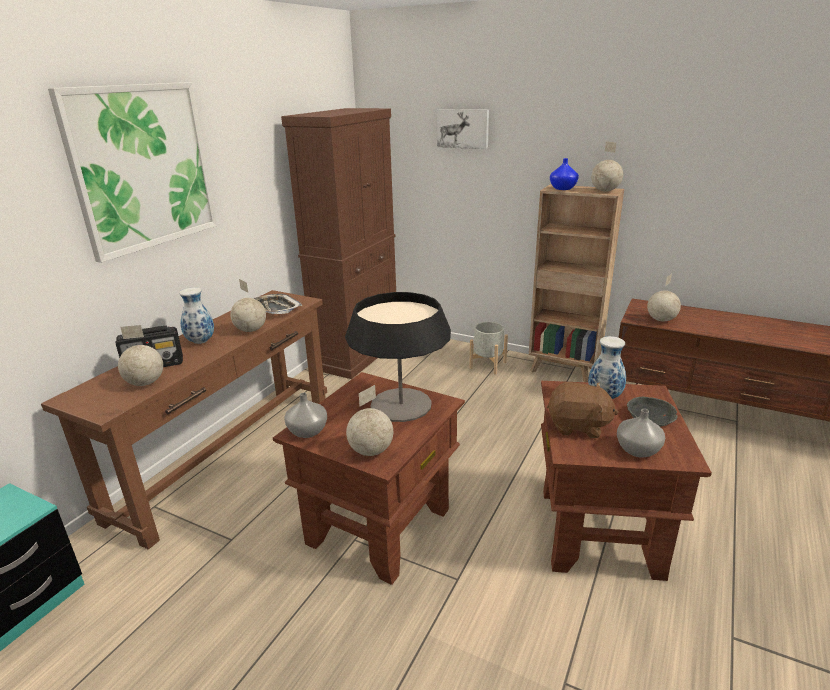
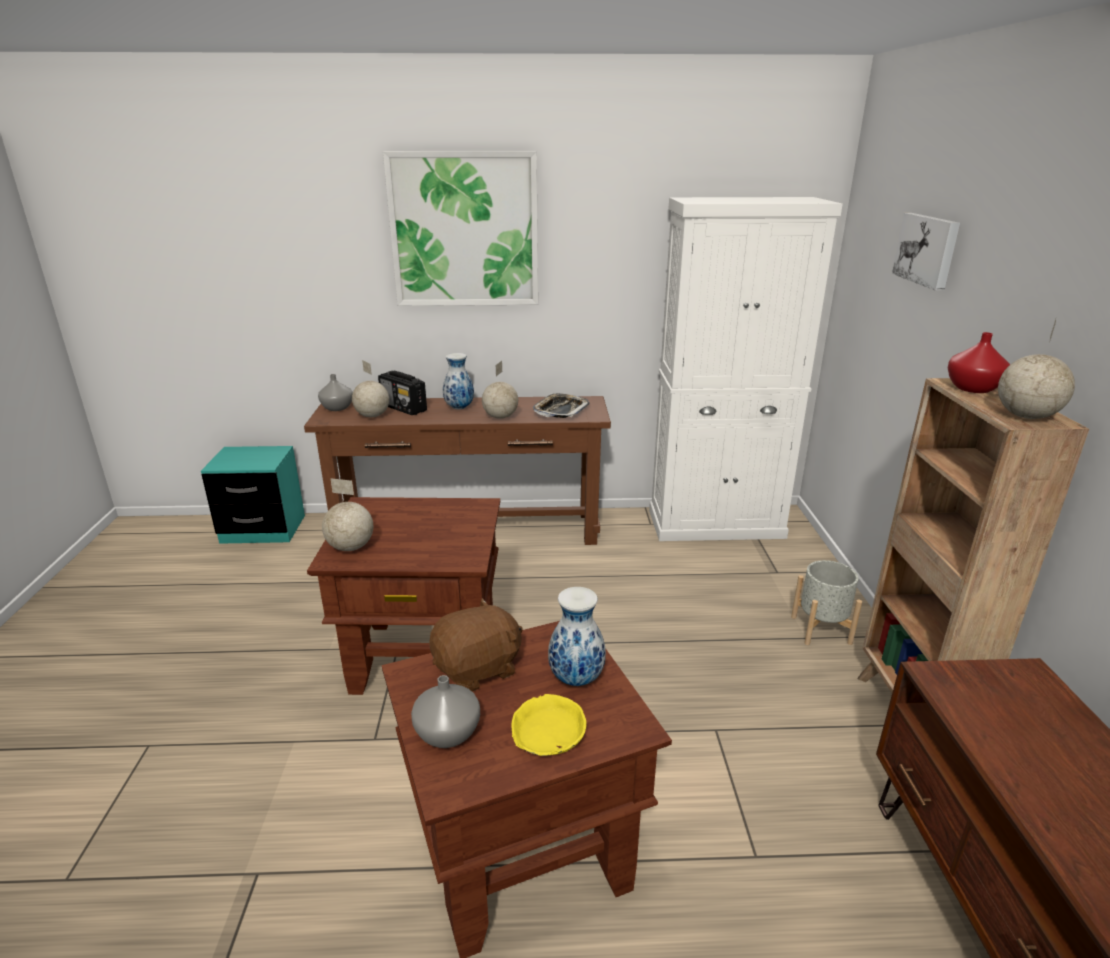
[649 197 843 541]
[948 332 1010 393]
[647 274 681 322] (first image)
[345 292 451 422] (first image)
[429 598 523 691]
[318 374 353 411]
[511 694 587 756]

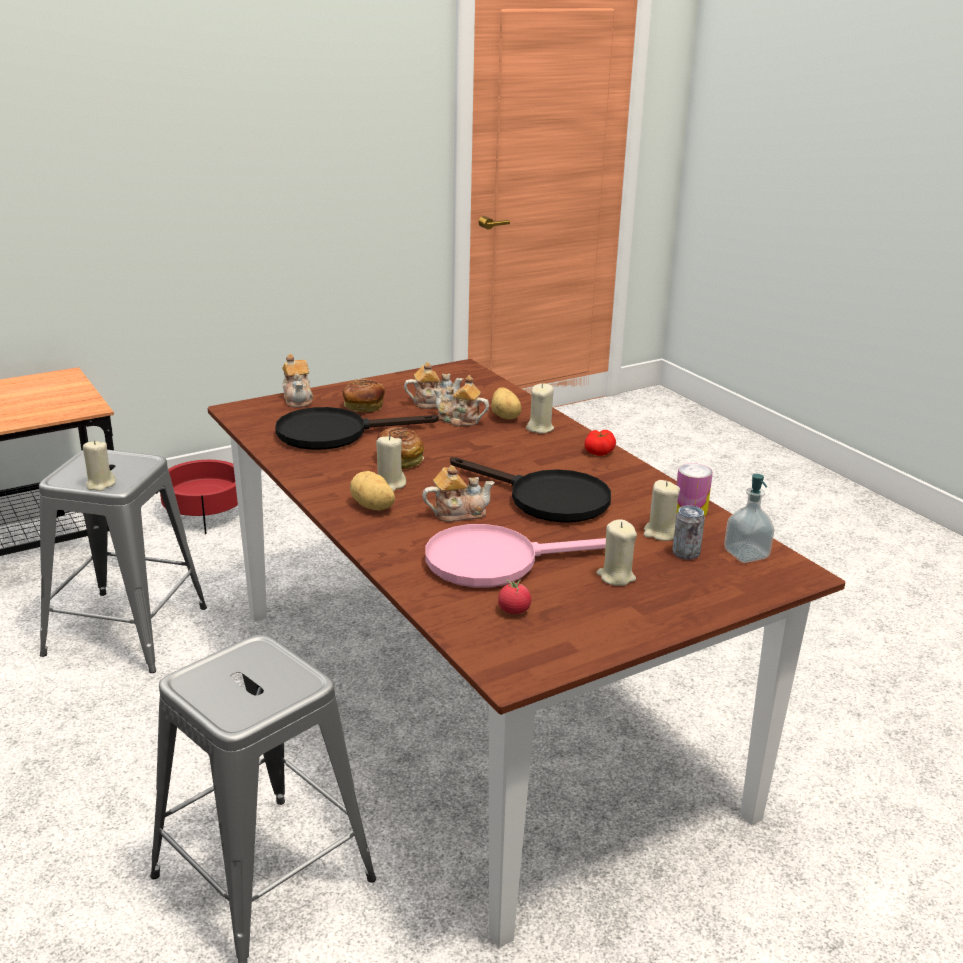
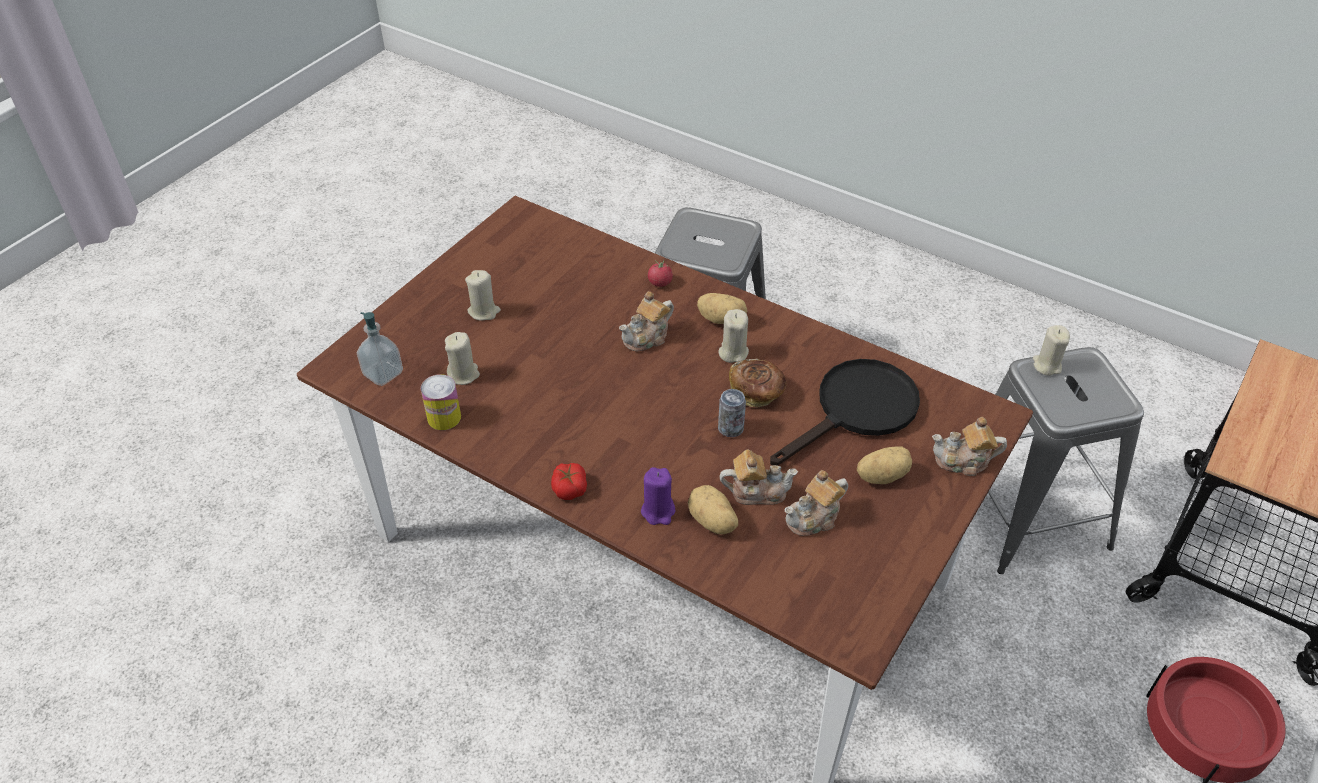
[932 417 1007 476]
[857 447 912 484]
[641 467 675 525]
[450 457 611 523] (first image)
[718 389 746 437]
[425 524 606 588] (first image)
[648 259 673 287]

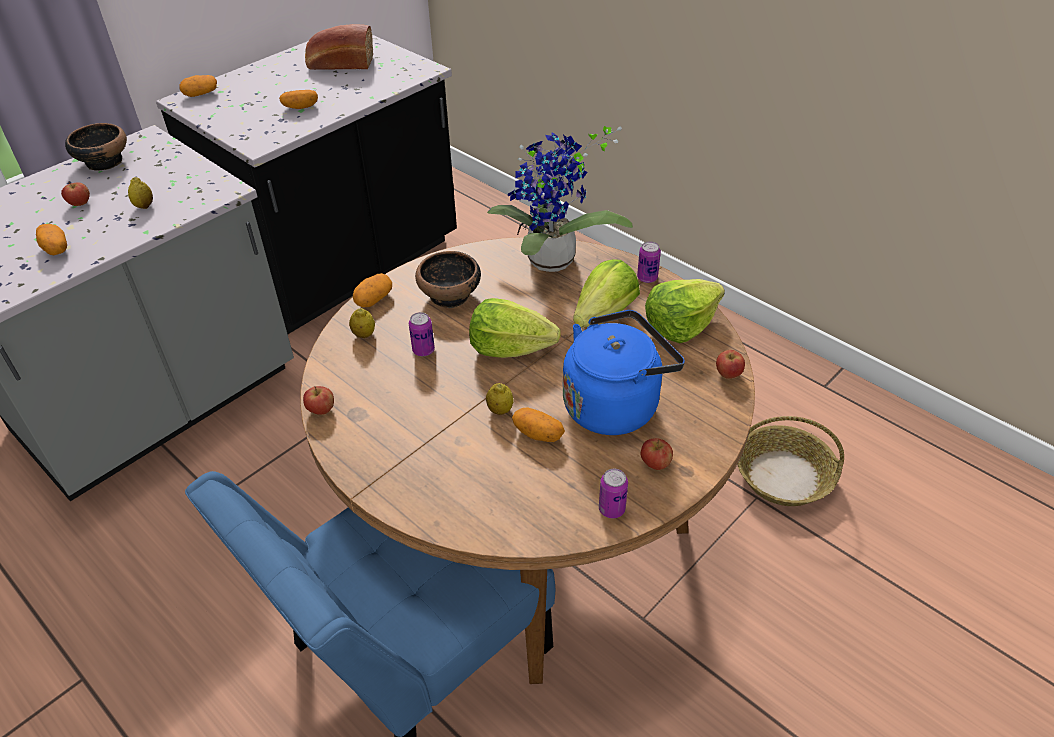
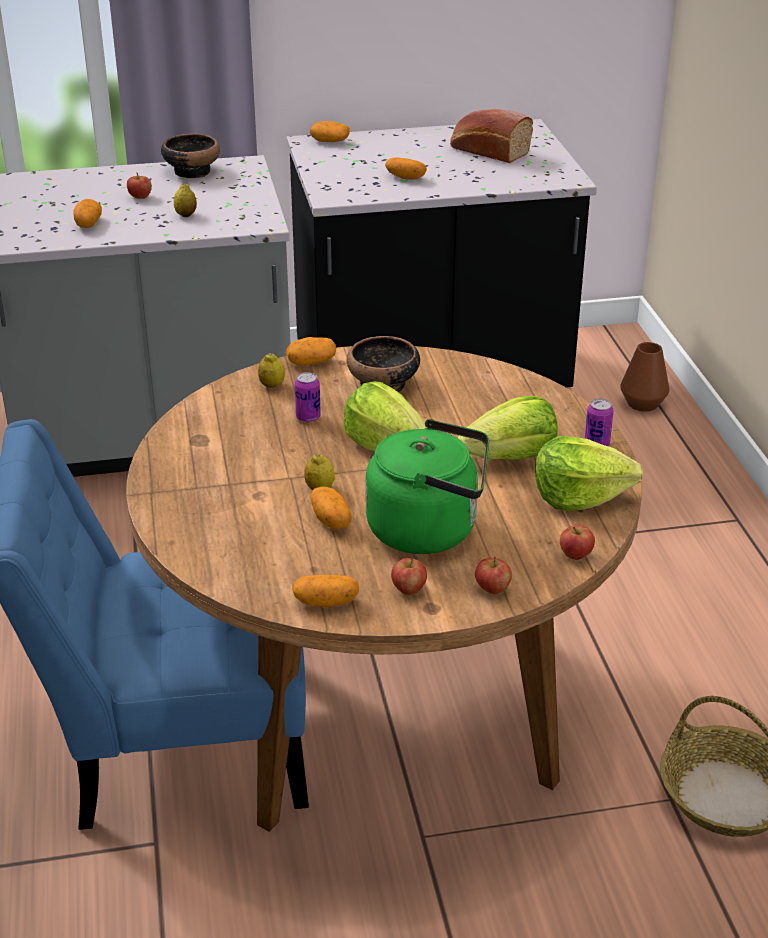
[487 126 633 272] (first image)
[365 419 489 554]
[475 556 512 594]
[292 575 359 607]
[620 342 670 411]

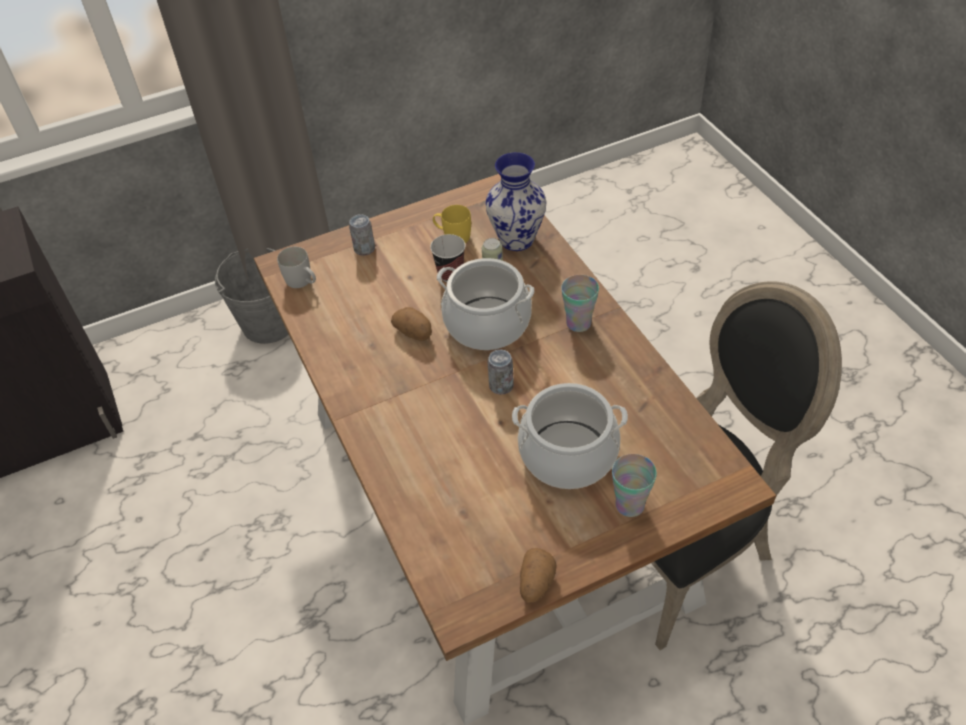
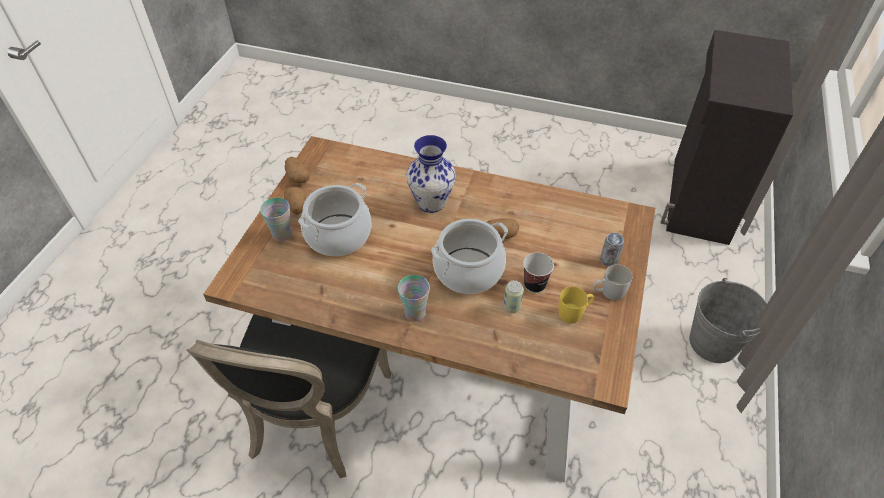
[406 135 456 213]
[593 264 633 300]
[487 349 514 395] (first image)
[284 187 306 215]

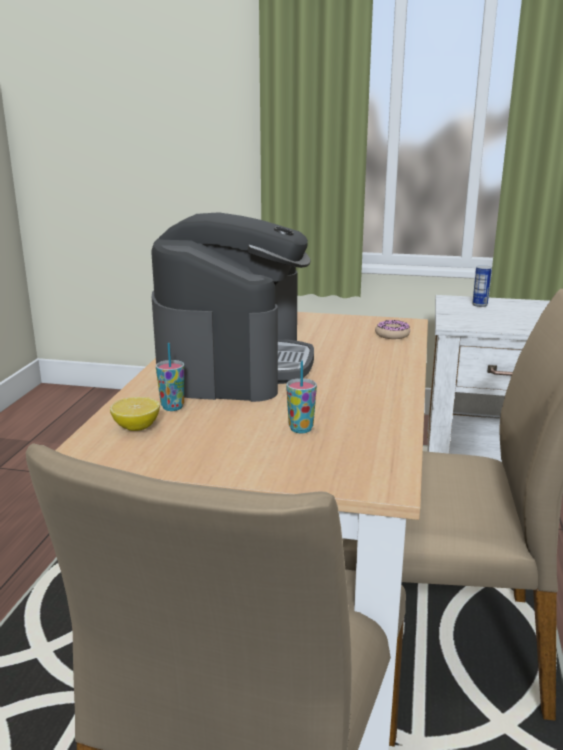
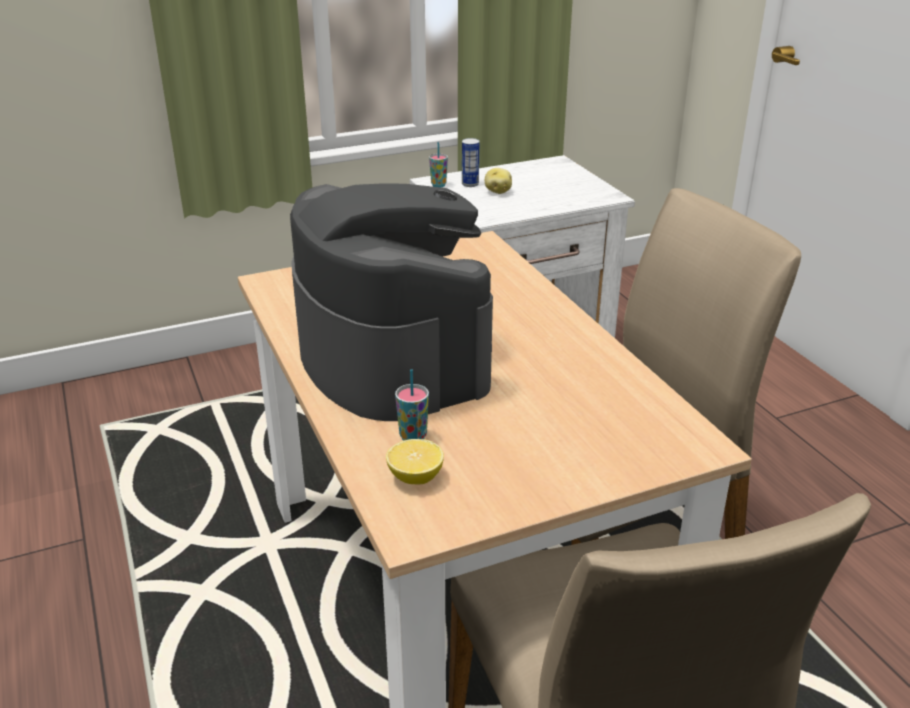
[375 320 410 339] (first image)
[429 142 448 187]
[485 168 512 194]

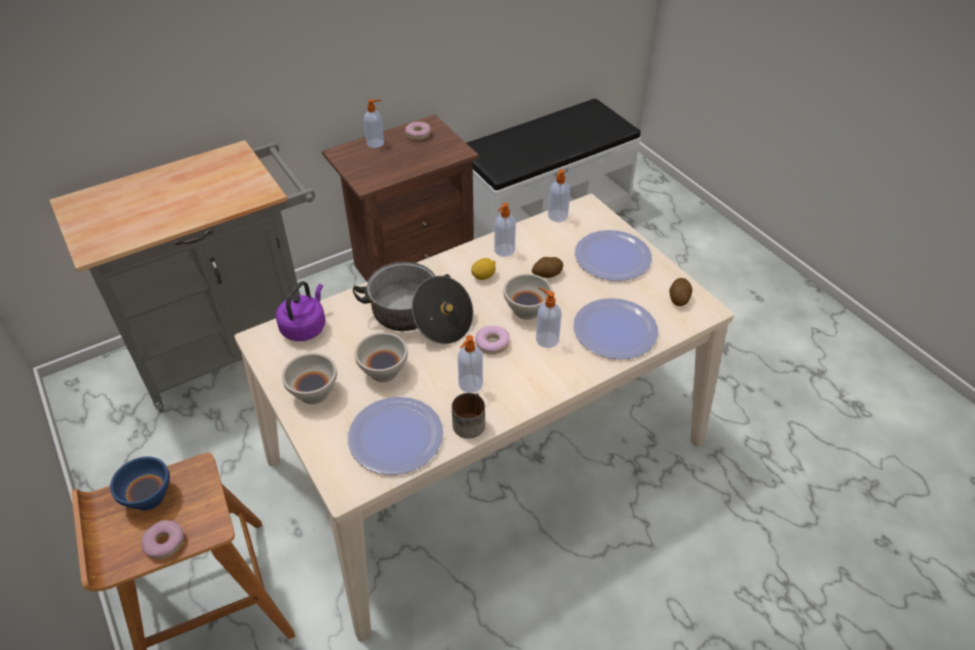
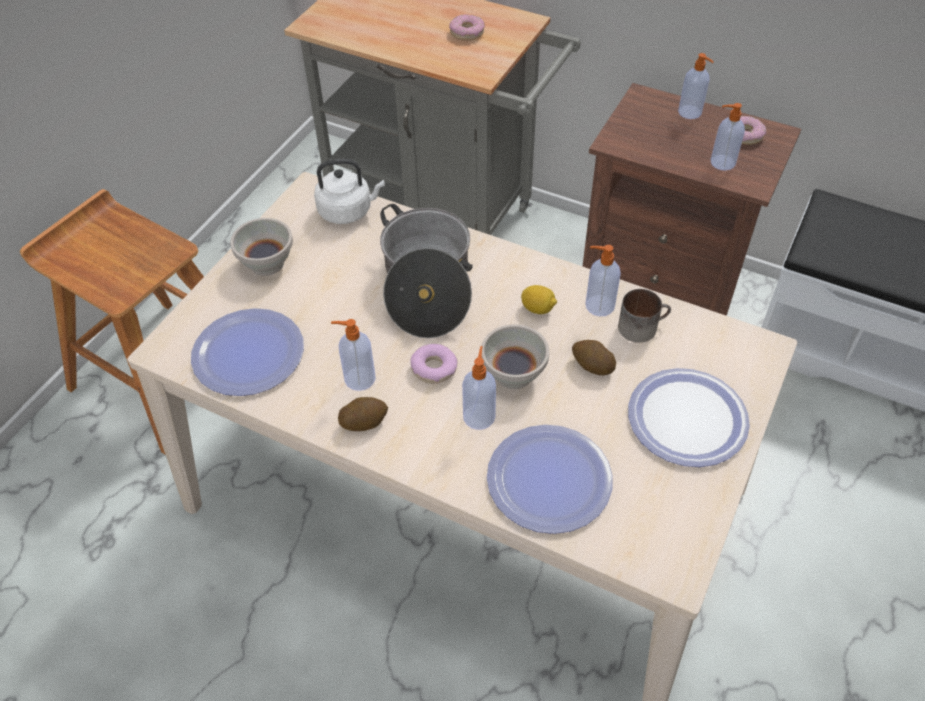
[711 103 745 171]
[338 397 388 431]
[314 159 385 224]
[355 332 408 382] (first image)
[618 289 671 343]
[110 457 170 510] (first image)
[449 14 485 41]

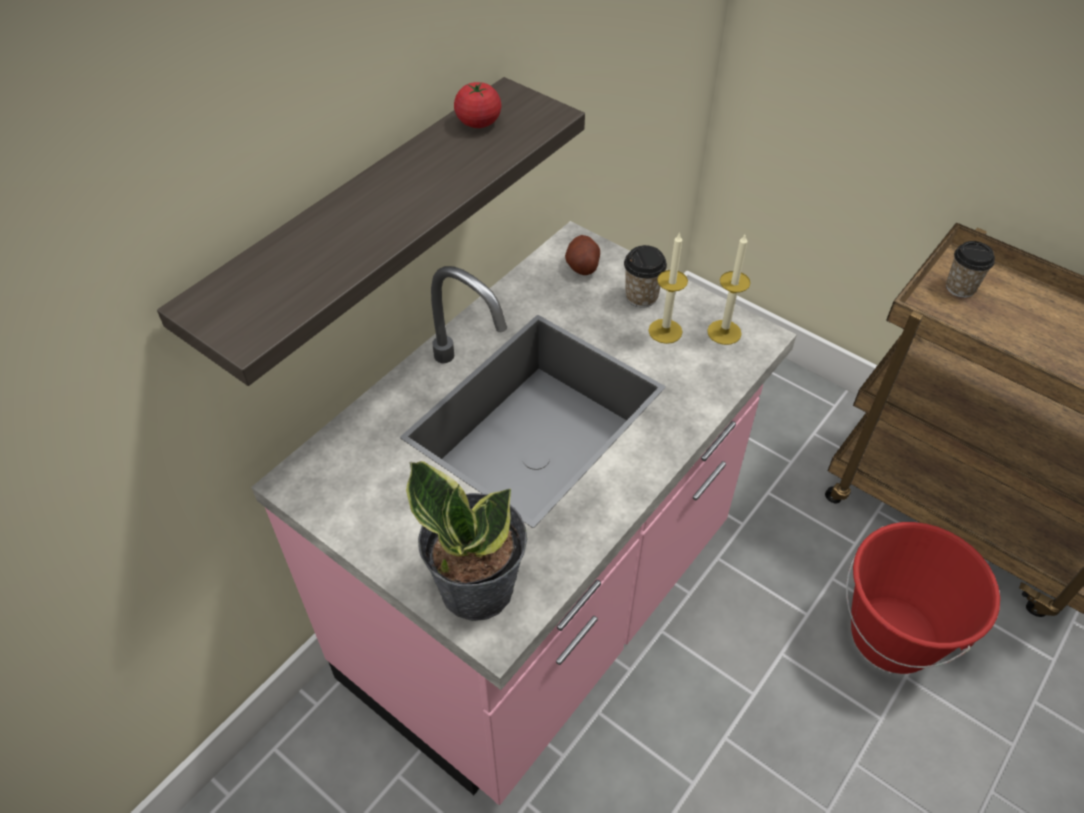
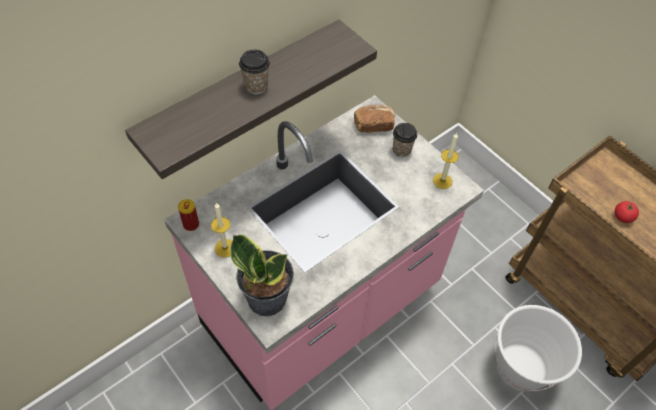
[615 201 639 223]
[211 203 232 258]
[354 104 395 132]
[239 50 270 94]
[495 305 582 392]
[178 199 199 231]

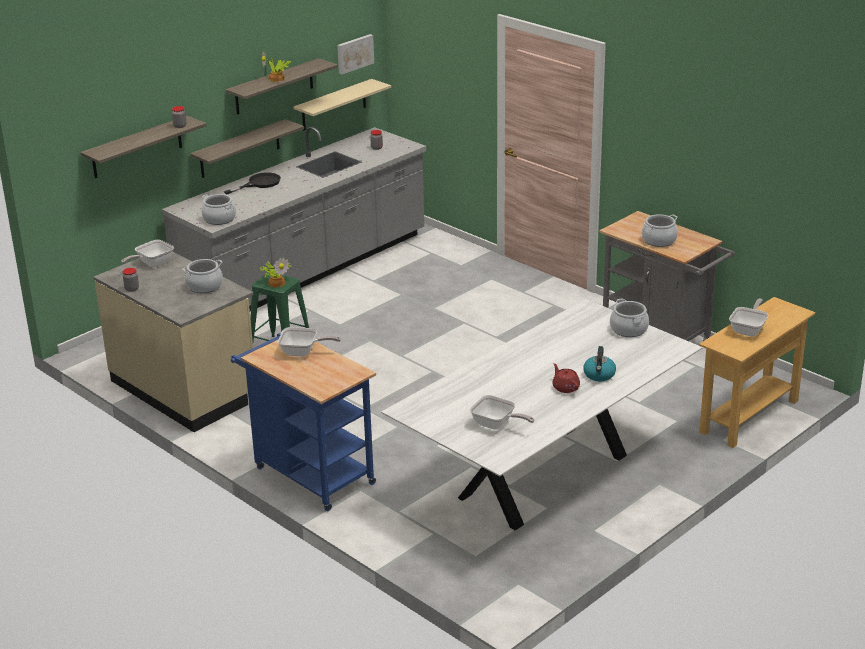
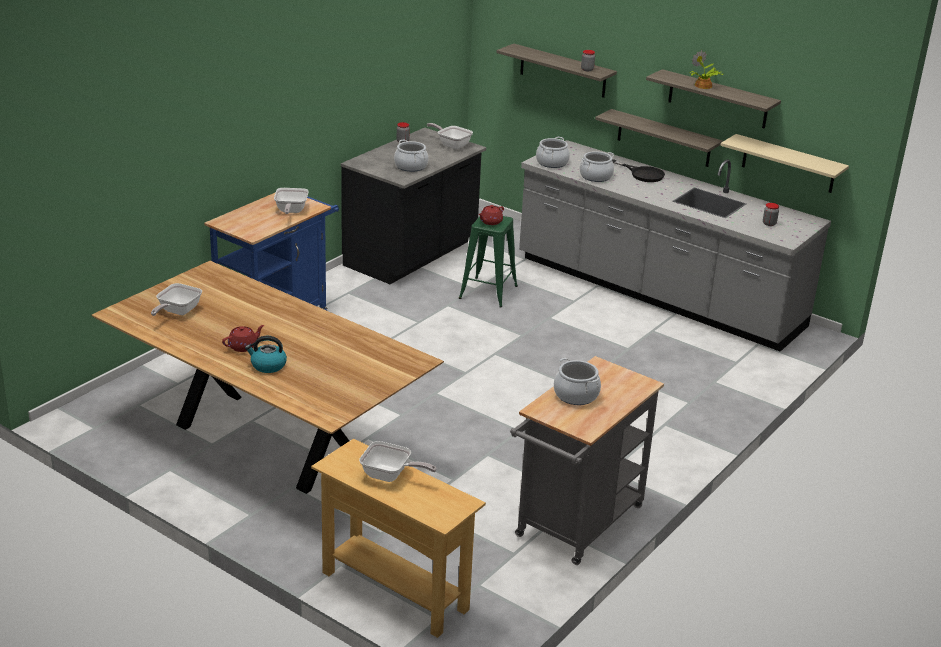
[337 34 374 75] (first image)
[341 128 486 284]
[478 205 504 225]
[580 151 614 182]
[91 261 444 494]

